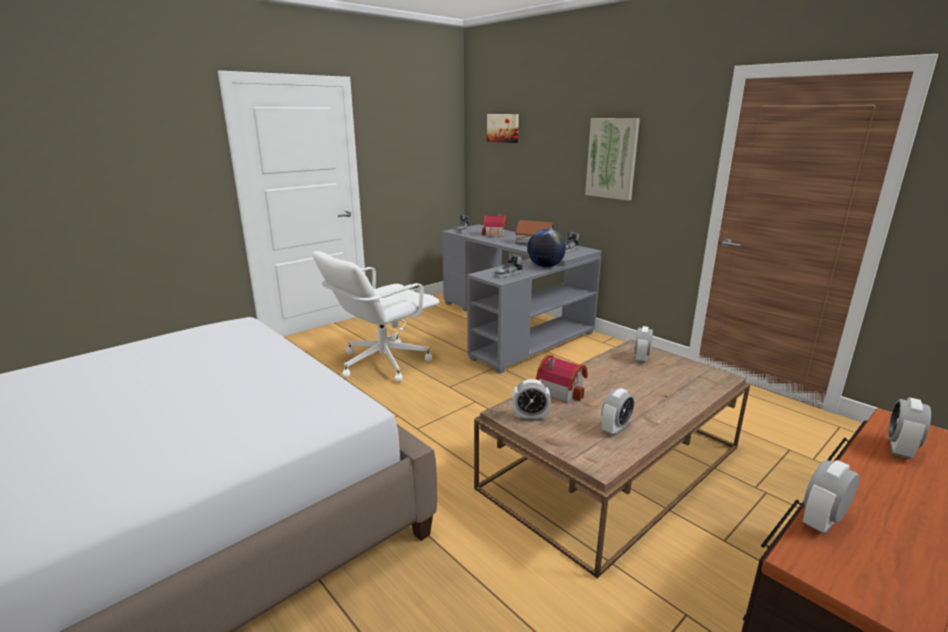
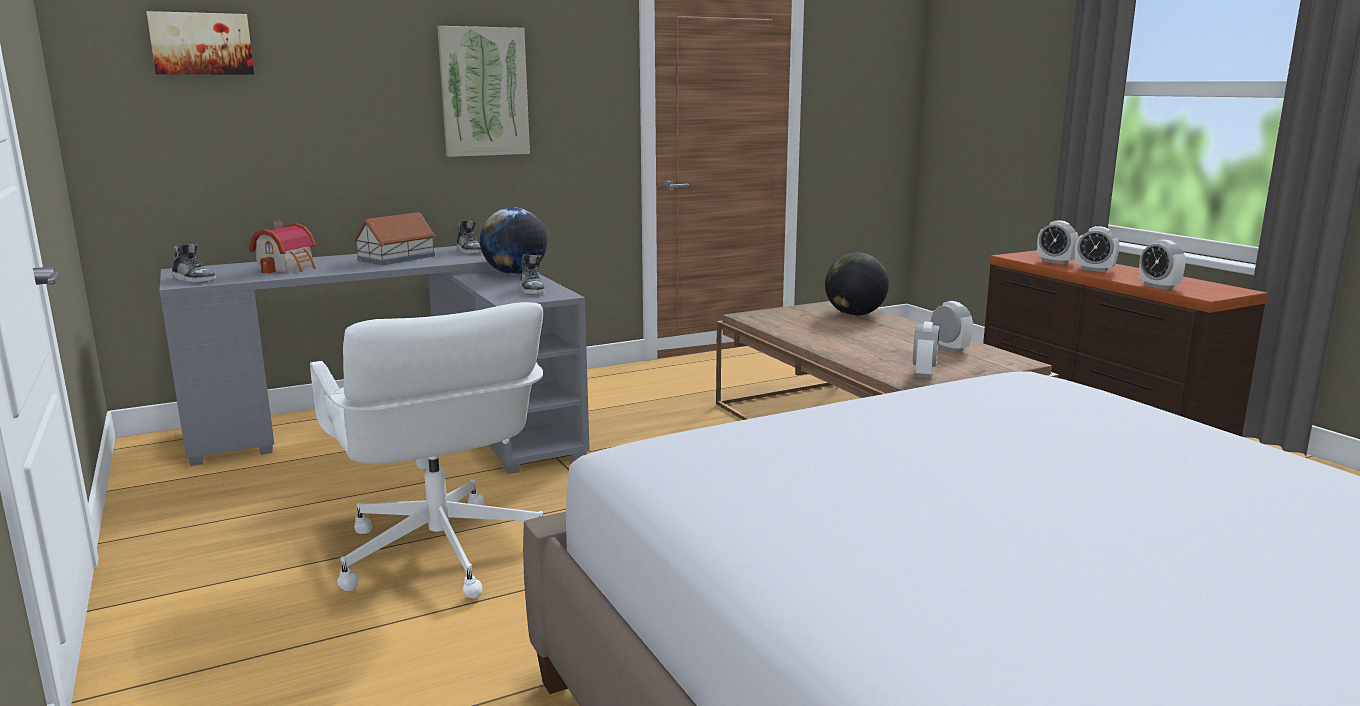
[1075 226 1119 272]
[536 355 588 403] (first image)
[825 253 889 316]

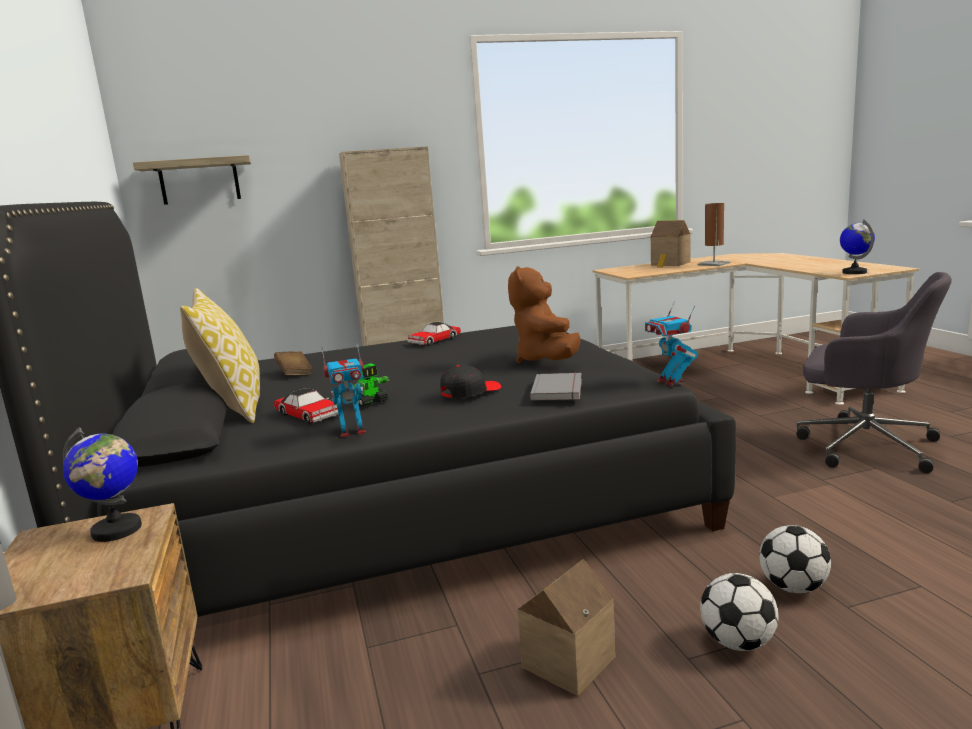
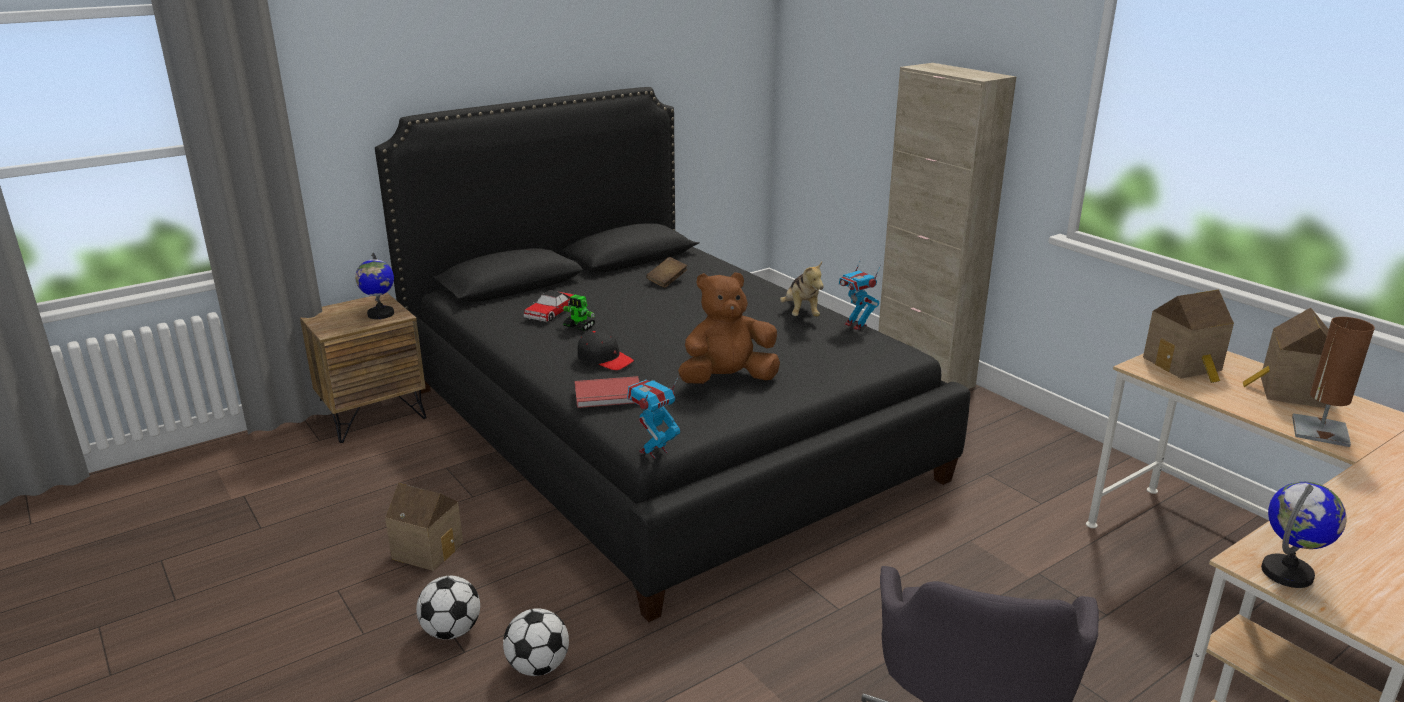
[133 155 251 205] (first image)
[180 288 260 424] (first image)
[780 262 824 317]
[839 258 881 330]
[575 376 639 408]
[1143 290 1234 383]

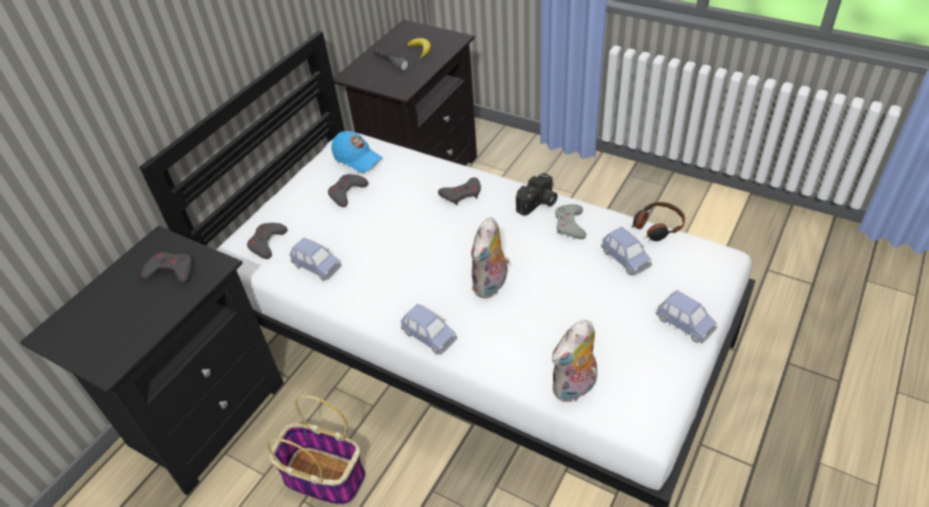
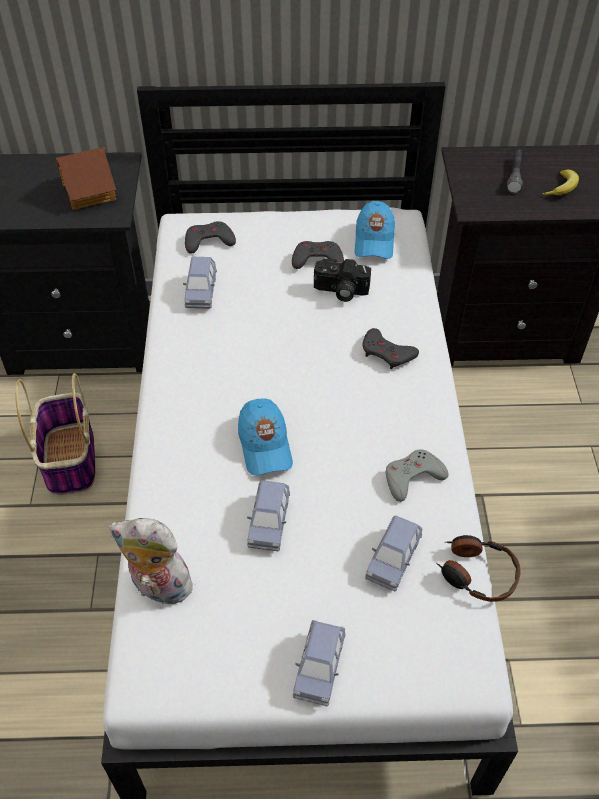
[314 259 371 302]
[238 399 293 476]
[56 147 116 210]
[247 480 290 551]

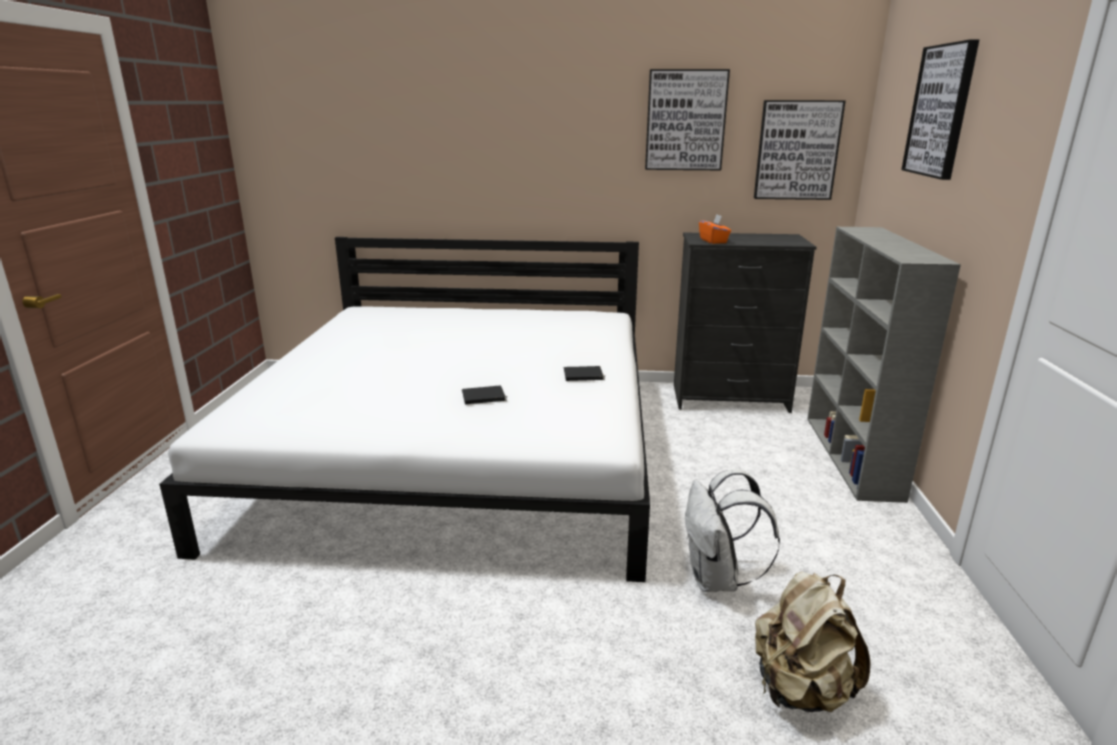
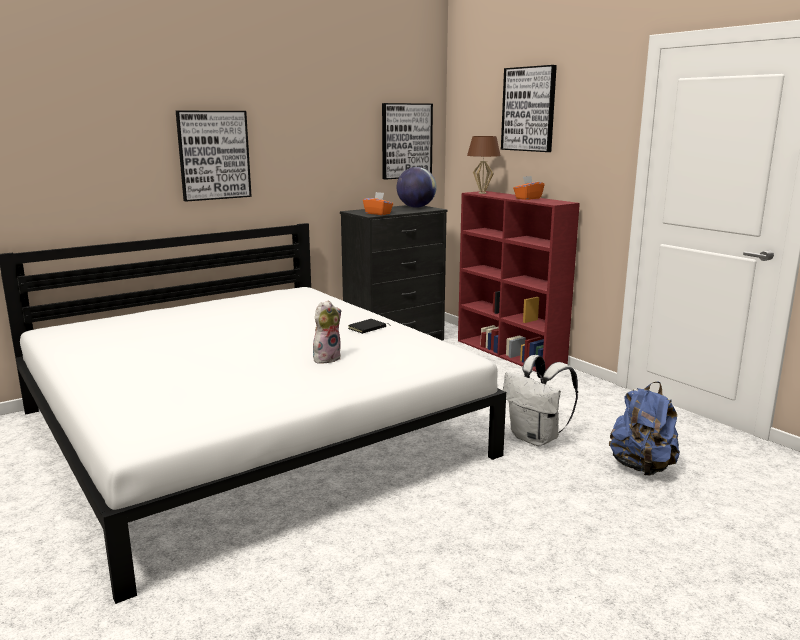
[176 111 252 202]
[458 191 580 371]
[313 300 341 364]
[609 381 680 476]
[467 136 501 194]
[397 167 437 208]
[513 176 545 200]

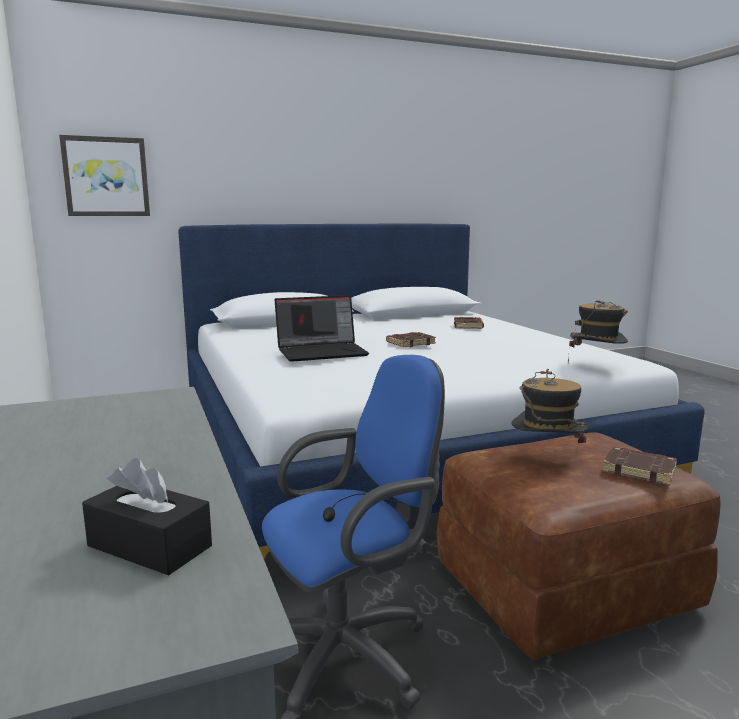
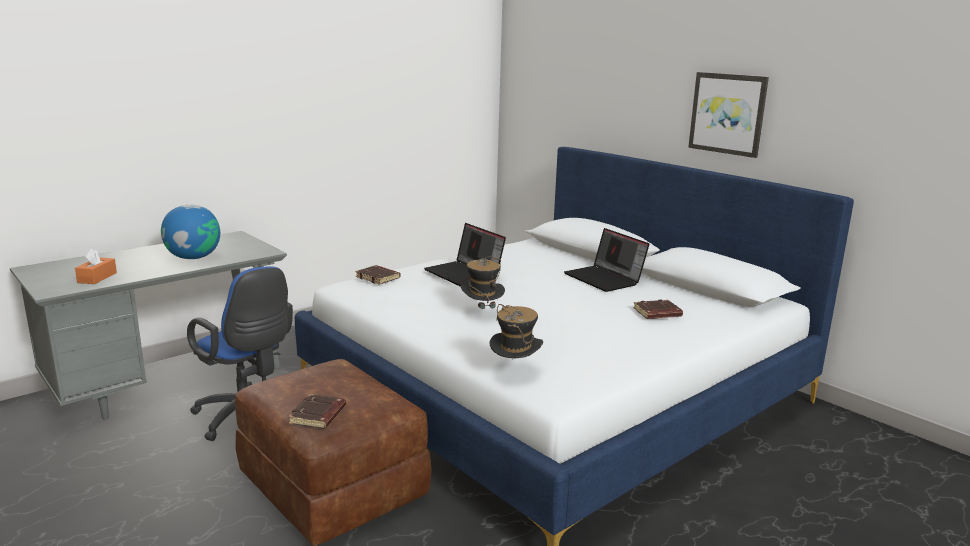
[688 72 769 158]
[355 265 401 285]
[461 257 505 322]
[75 248 117 284]
[161 205 220 259]
[564 228 649 292]

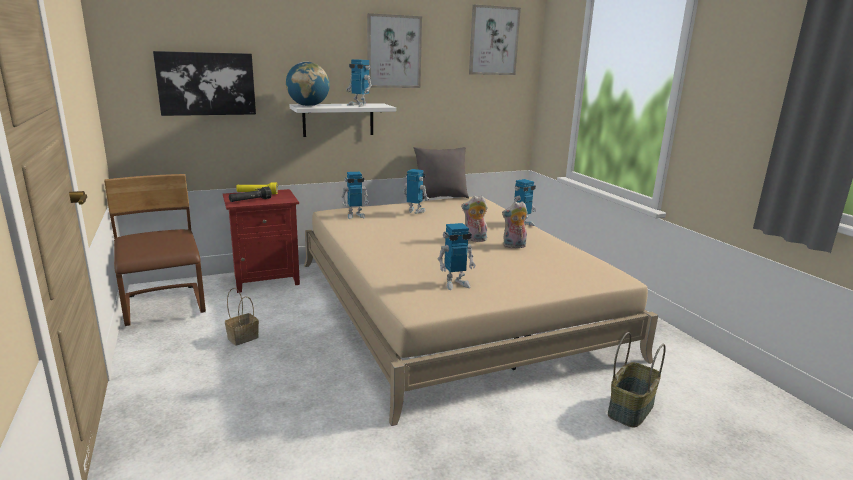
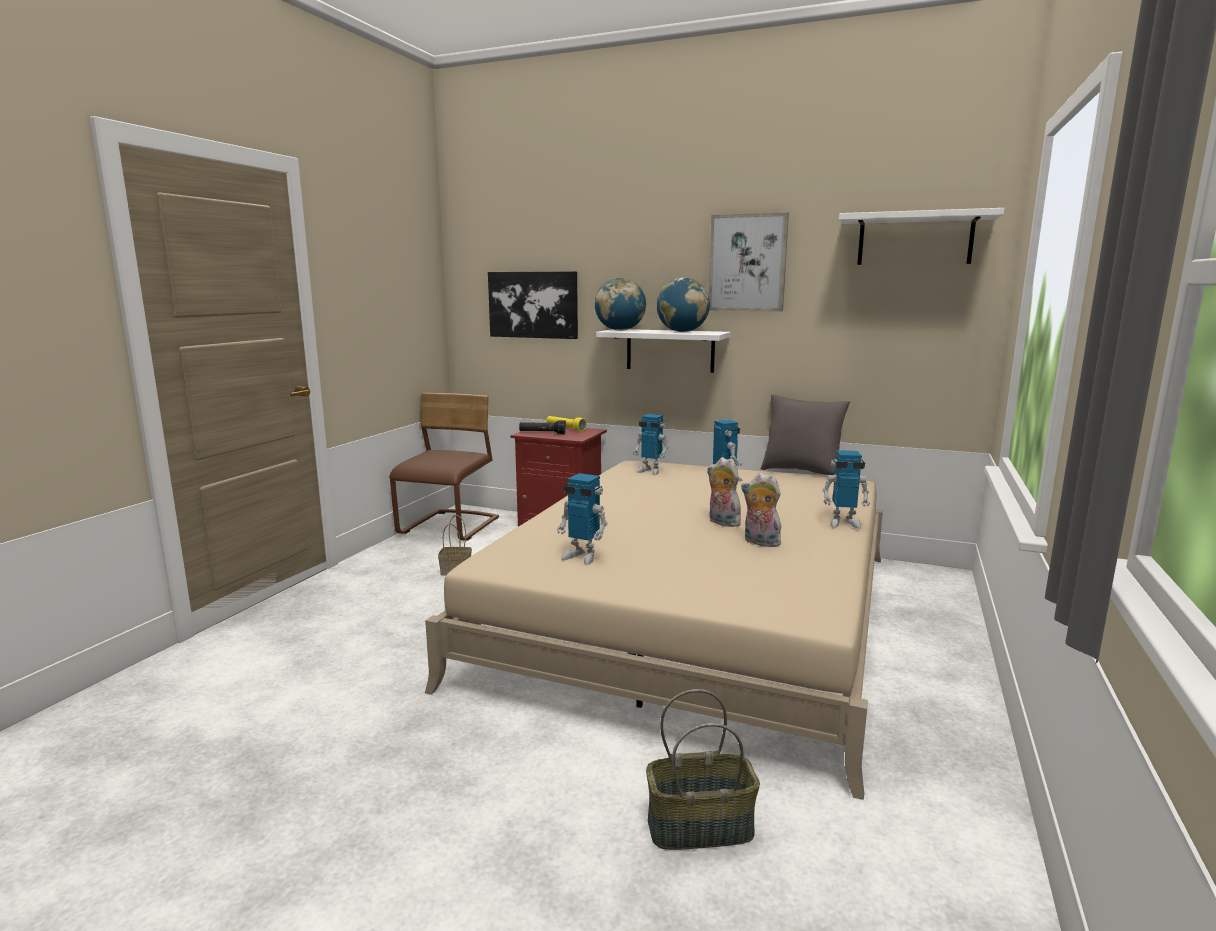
[839 208 1005 265]
[657 278 710 332]

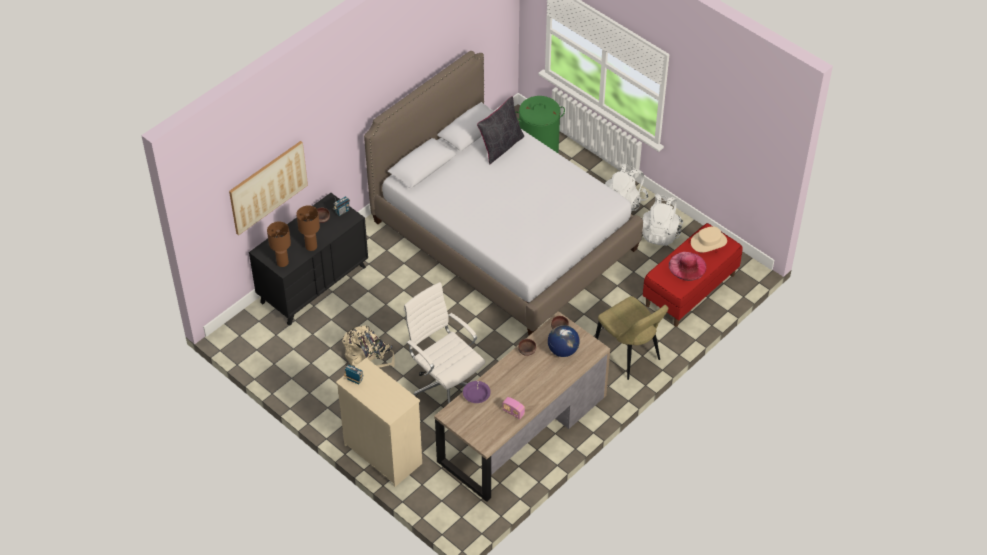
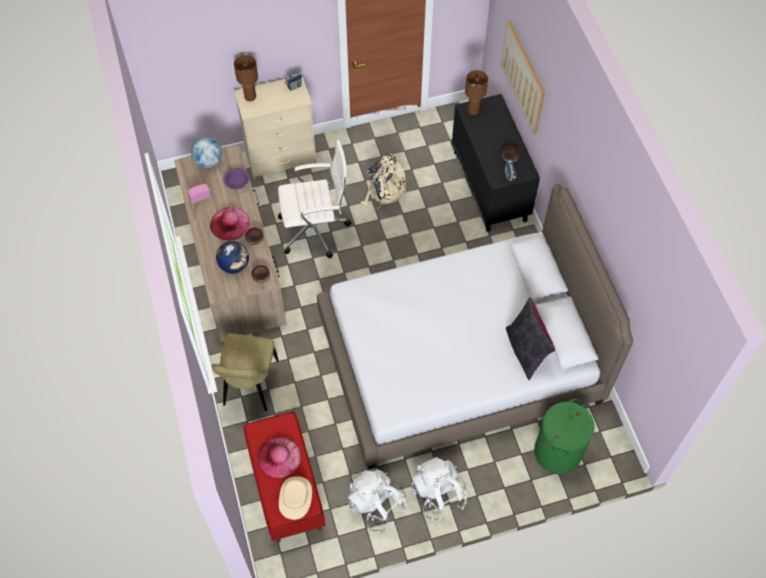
[234 55 258 101]
[211 333 279 411]
[191 137 222 168]
[210 207 250 240]

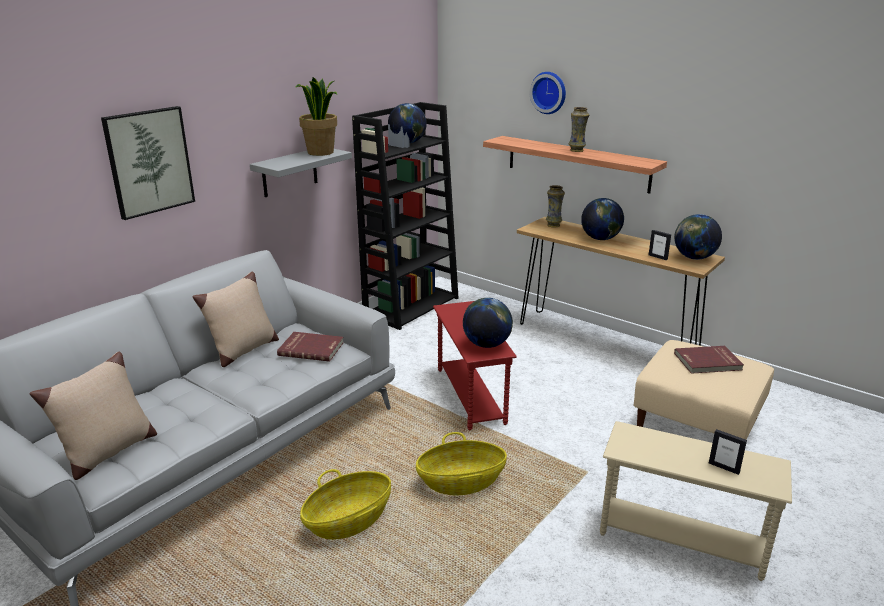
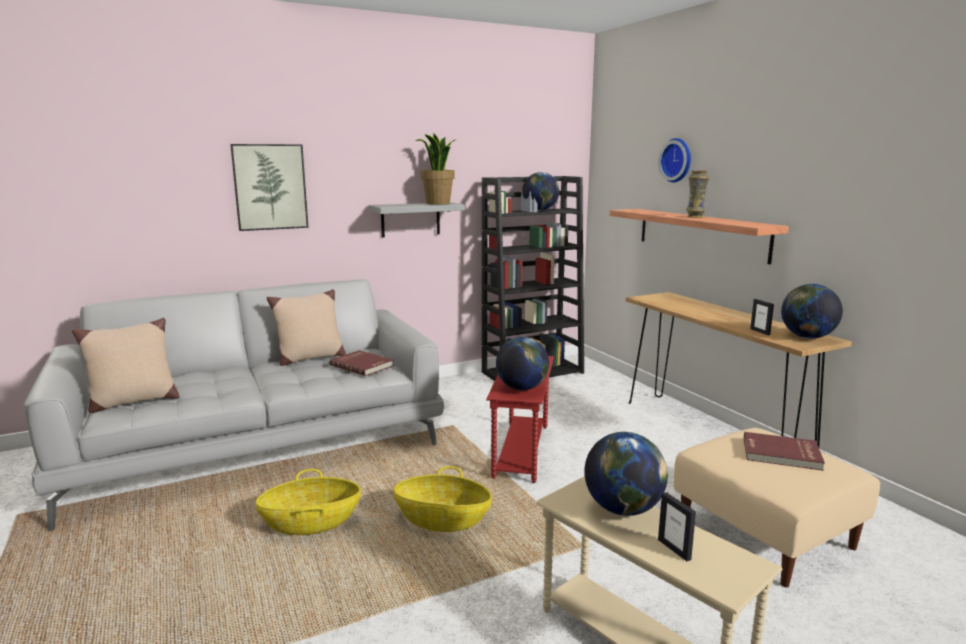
[546 185 565 228] (first image)
[584 432 668 516]

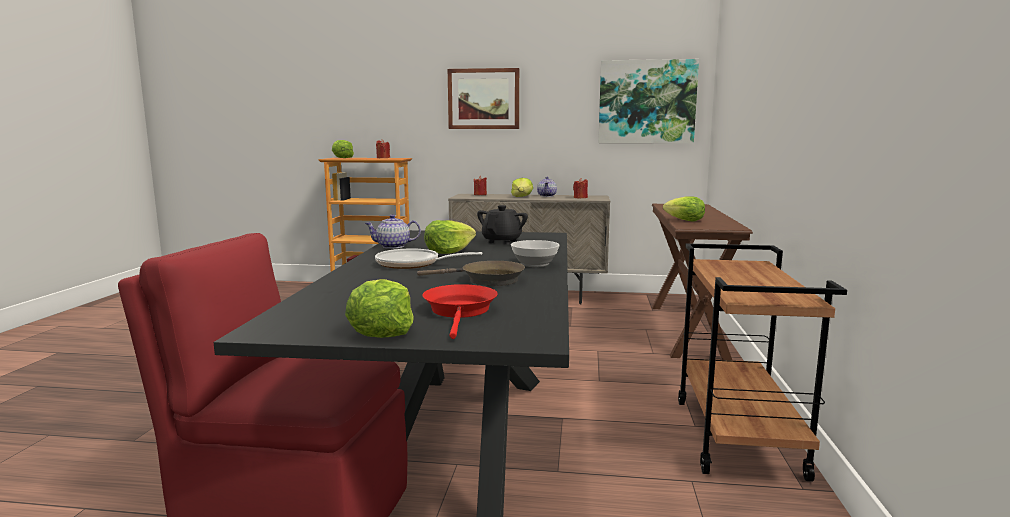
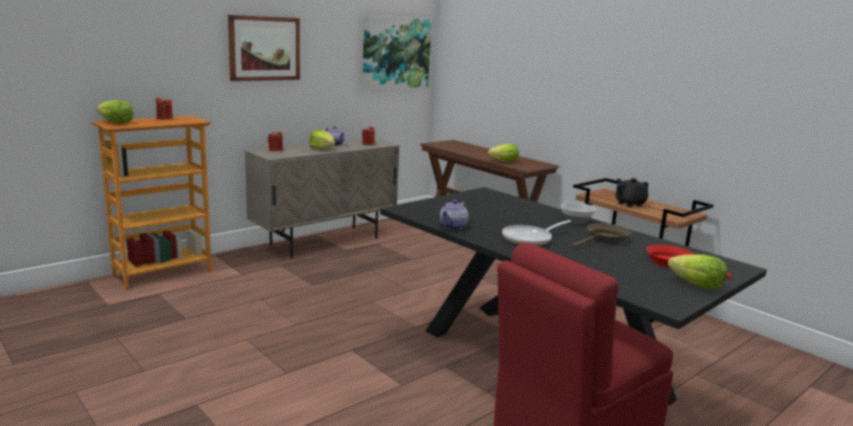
[615 178 648 207]
[424 220 476 254] (first image)

